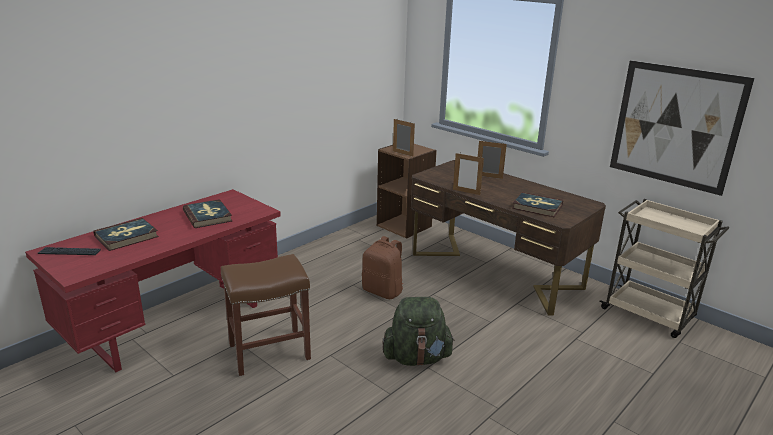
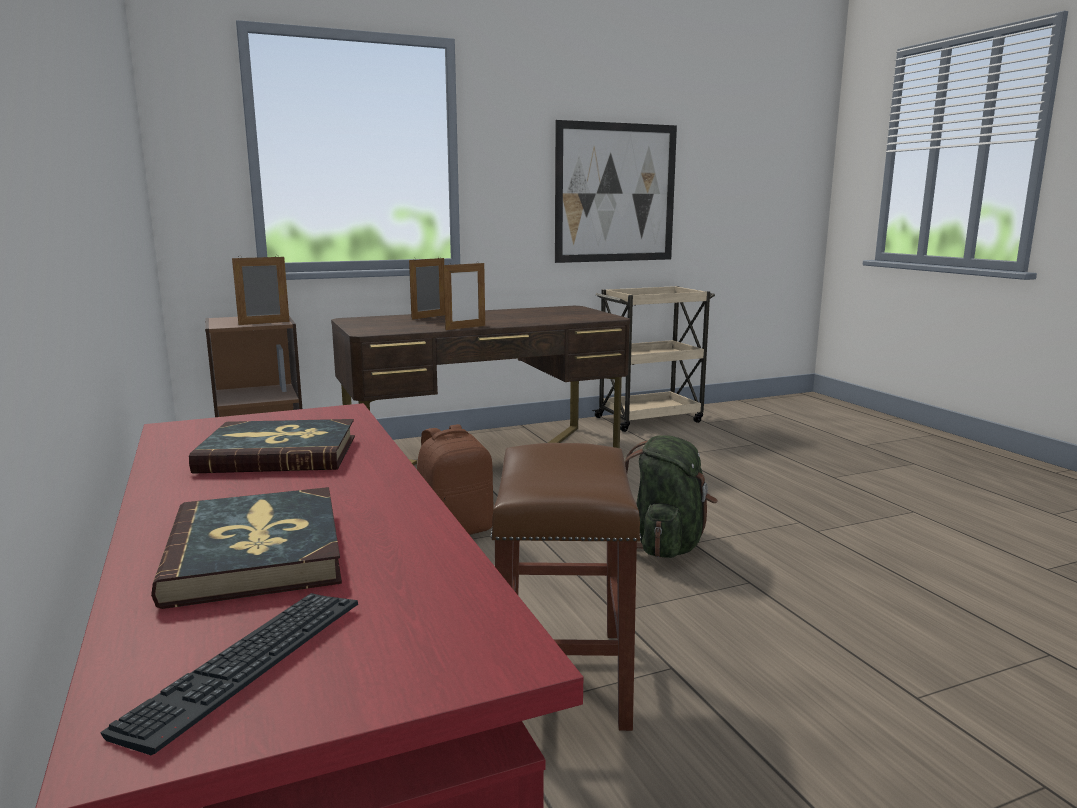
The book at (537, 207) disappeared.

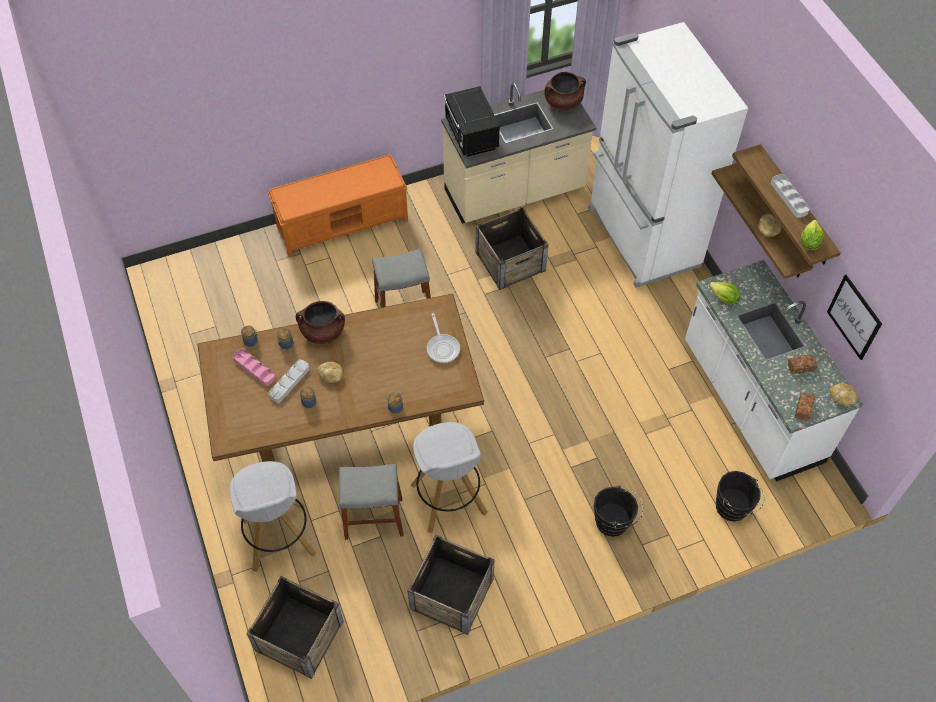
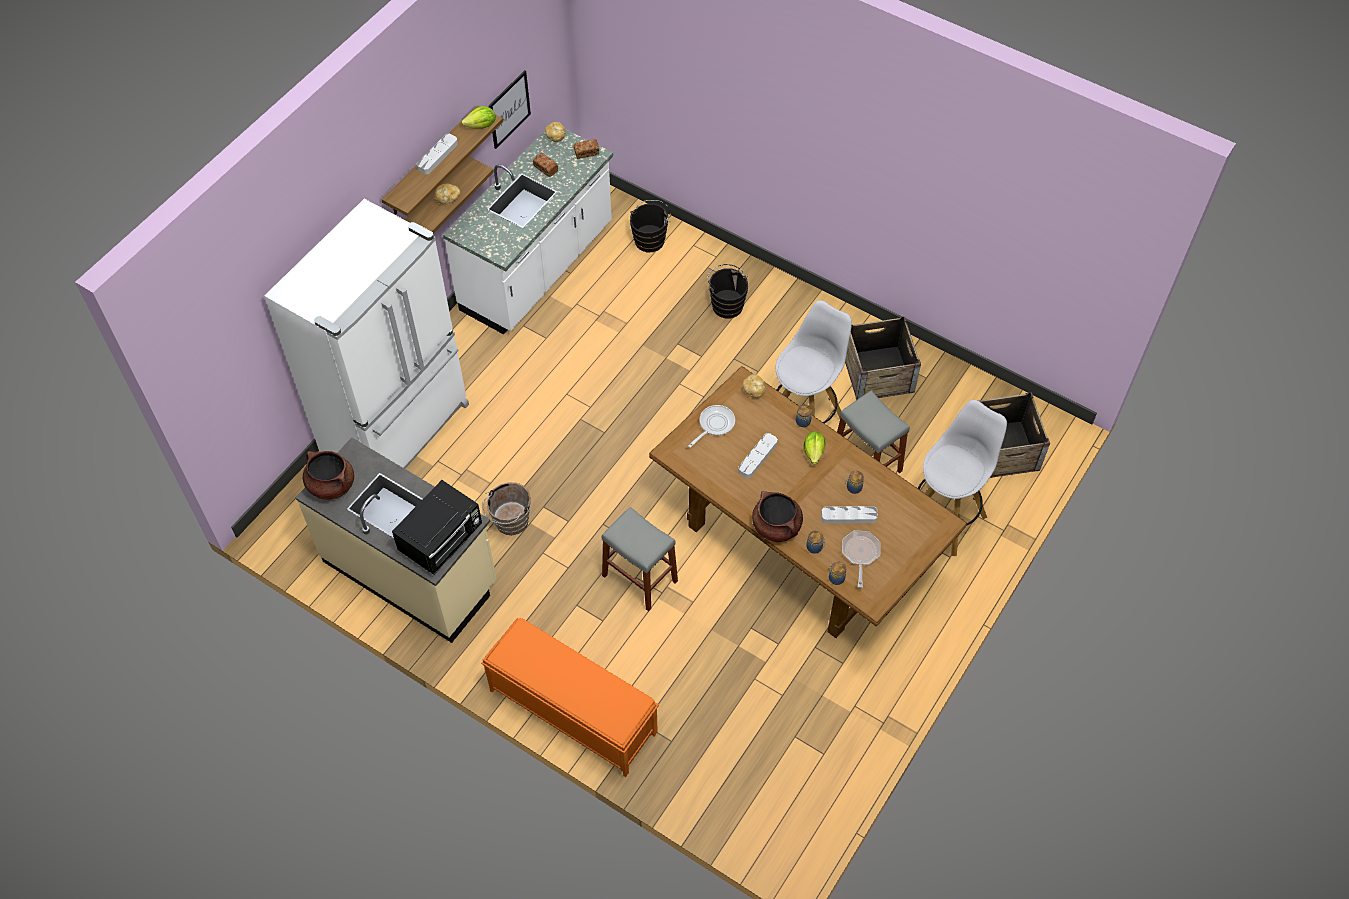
The tray (grey) at (757, 457) appeared.
The bread moved from (331, 375) to (754, 389).
The lettuce moved from (723, 298) to (814, 452).
The tray (pink) at (254, 368) was replaced by the frying pan at (860, 554).
The crate at (510, 261) was replaced by the bucket (brown) at (510, 523).

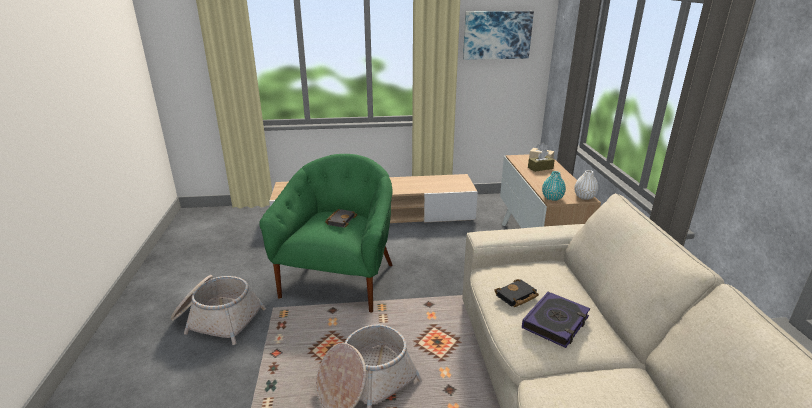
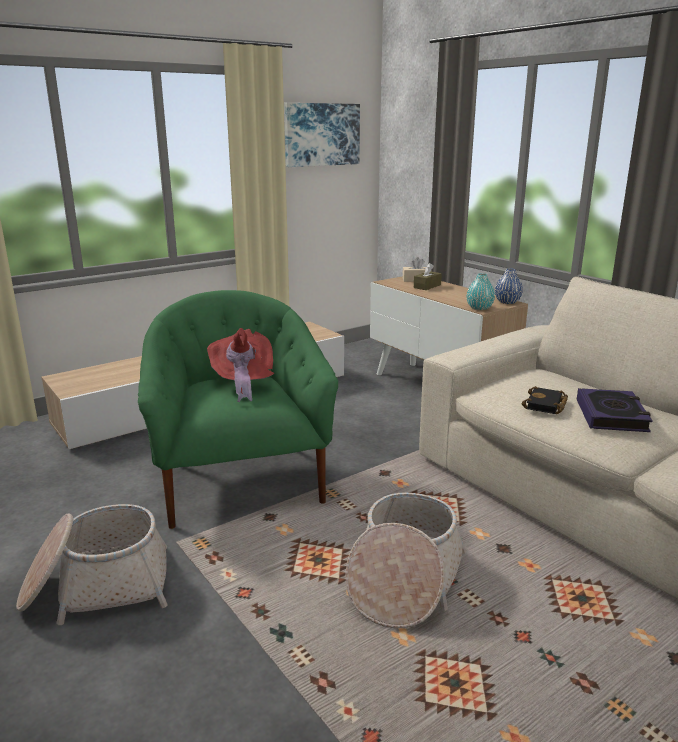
The book (black) at (340, 220) was replaced by the hat (red) at (243, 383).
The vase (white) at (584, 197) became the vase (blue) at (507, 302).

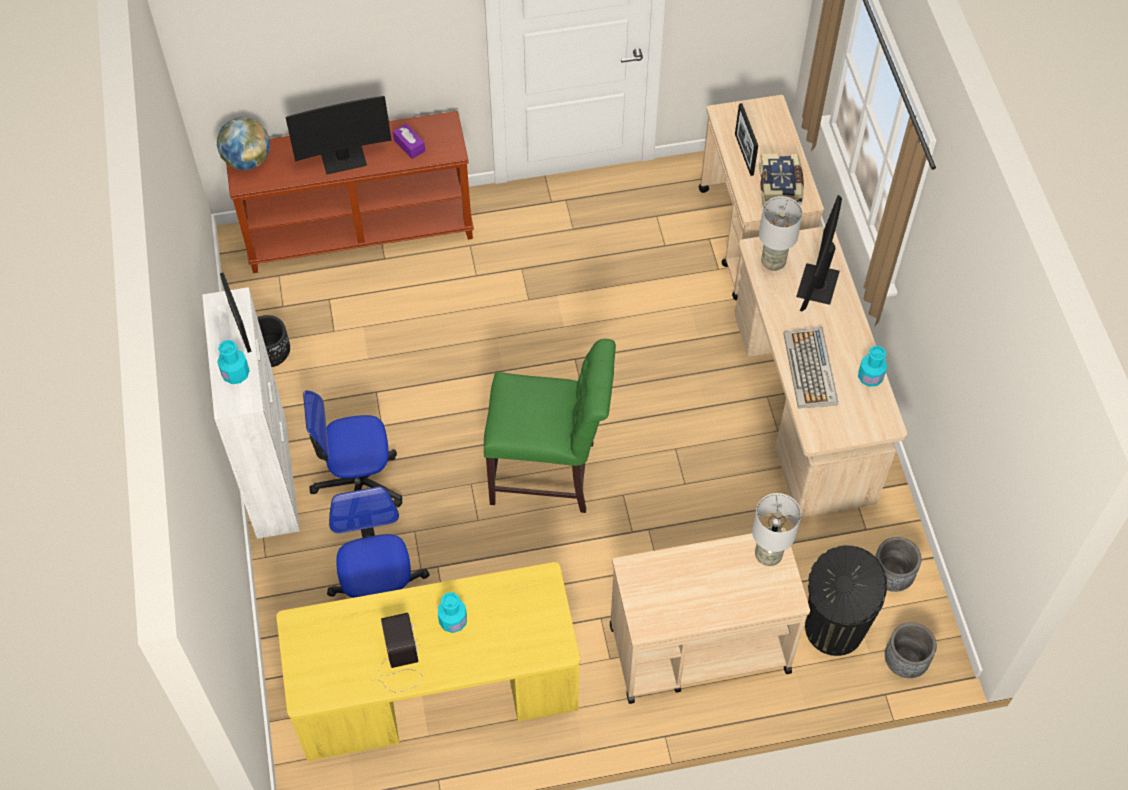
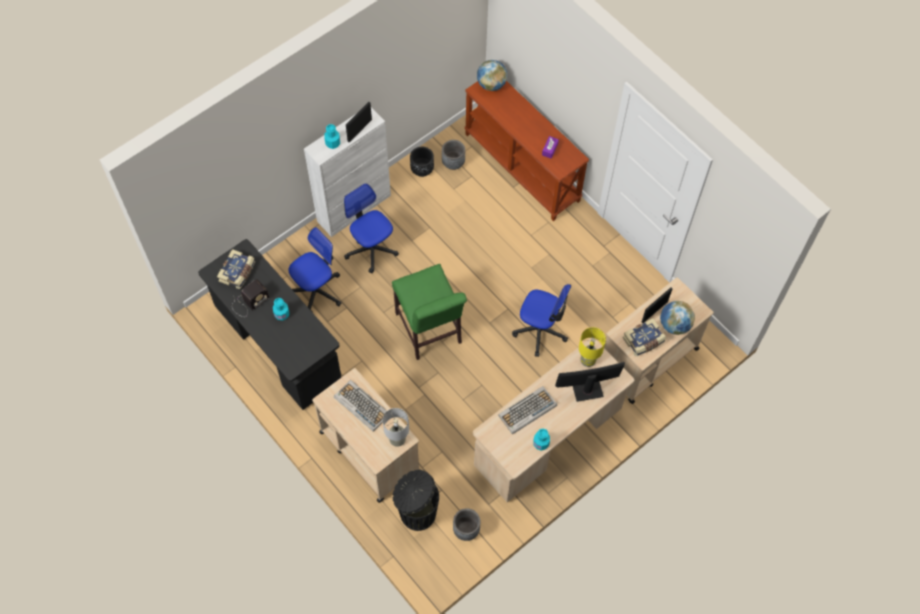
The monitor at (343, 158) disappeared.
The book at (238, 272) appeared.
The keyboard at (361, 405) appeared.
The office chair at (540, 330) appeared.
The globe at (674, 325) appeared.
The planter (grey) moved from (904, 662) to (453, 163).
The desk (yellow) at (437, 696) became the desk (black) at (277, 344).
The table lamp (grey) at (773, 262) became the table lamp (yellow) at (588, 360).

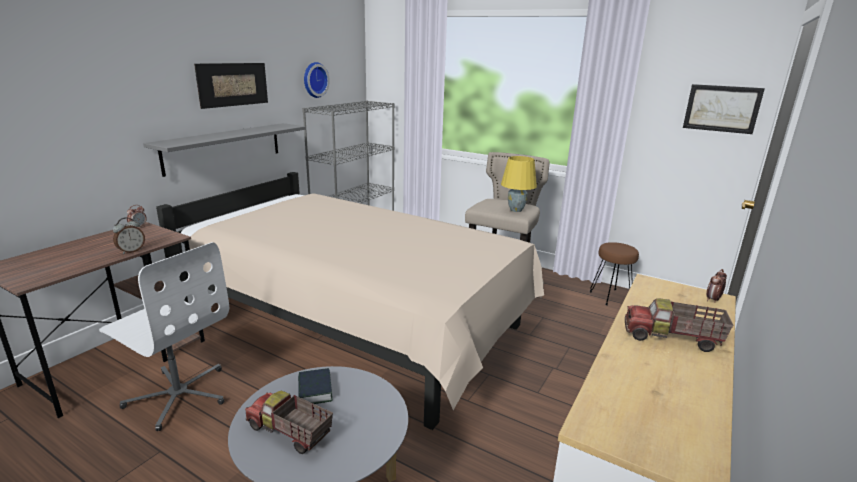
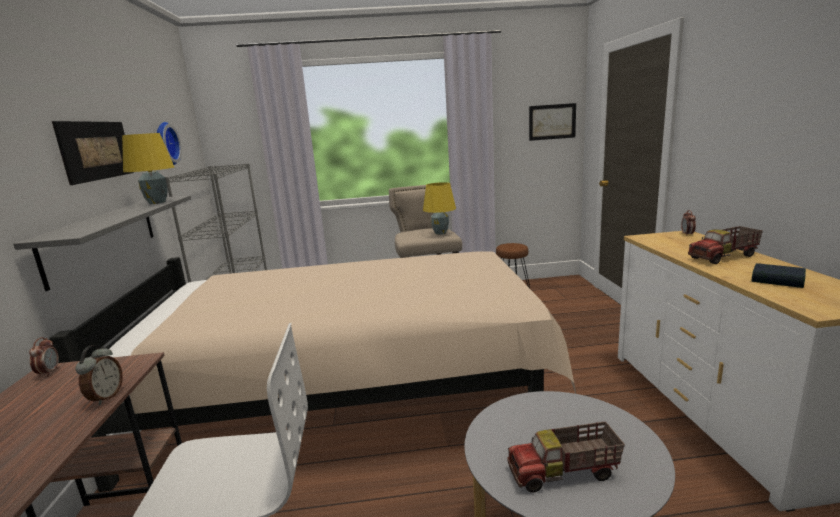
The table lamp (yellow) at (156, 202) appeared.
The book moved from (315, 391) to (777, 280).

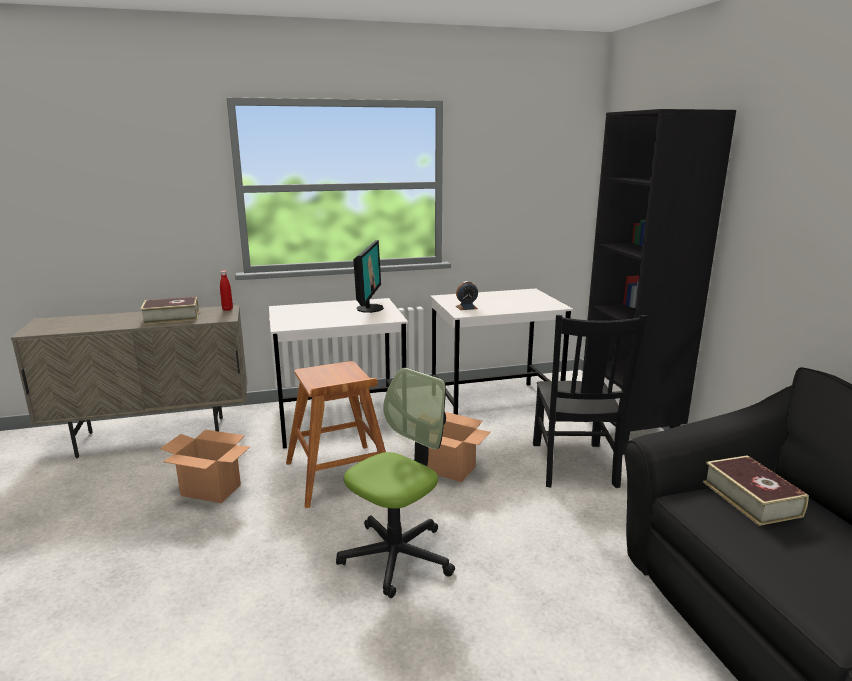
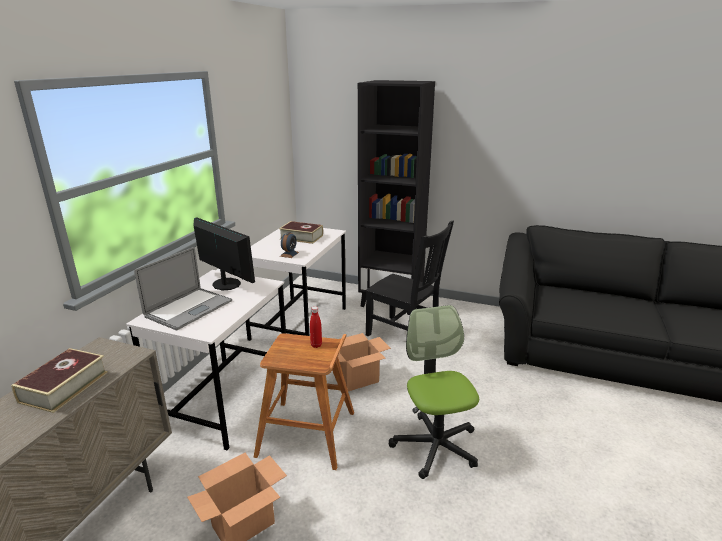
The laptop at (189, 308) appeared.
The bottle (red) moved from (227, 309) to (316, 345).
The book moved from (751, 498) to (301, 237).

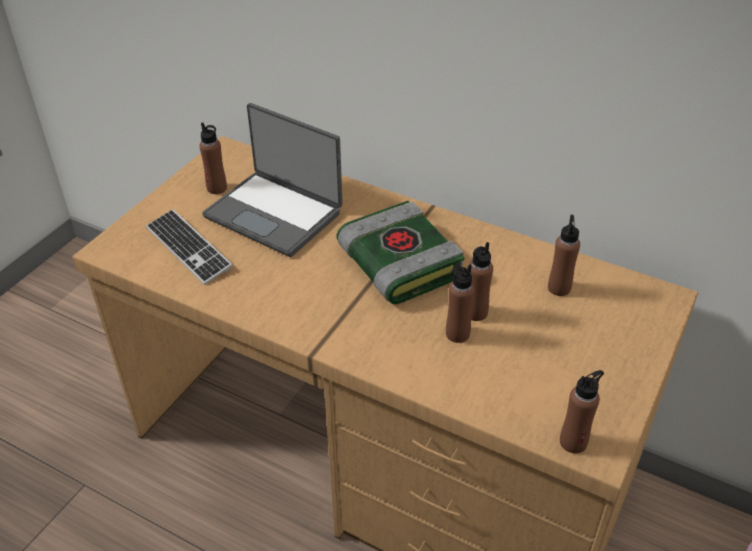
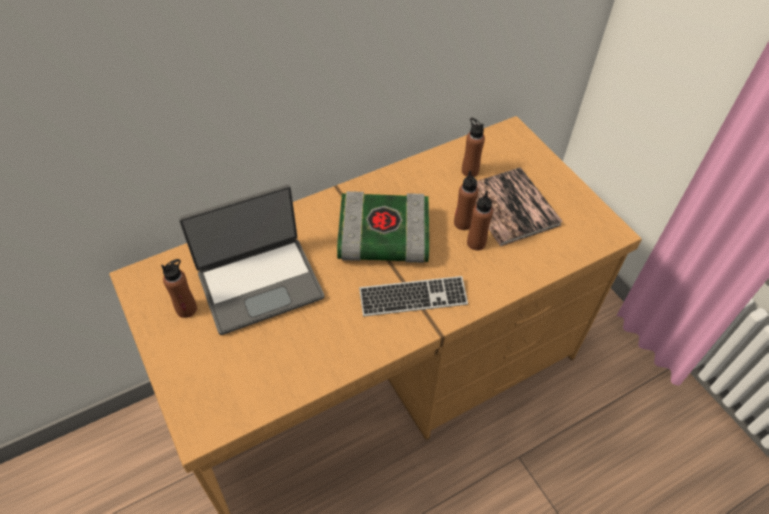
The bottle (brown) at (573, 442) disappeared.
The book at (509, 207) appeared.
The keyboard moved from (188, 248) to (413, 298).

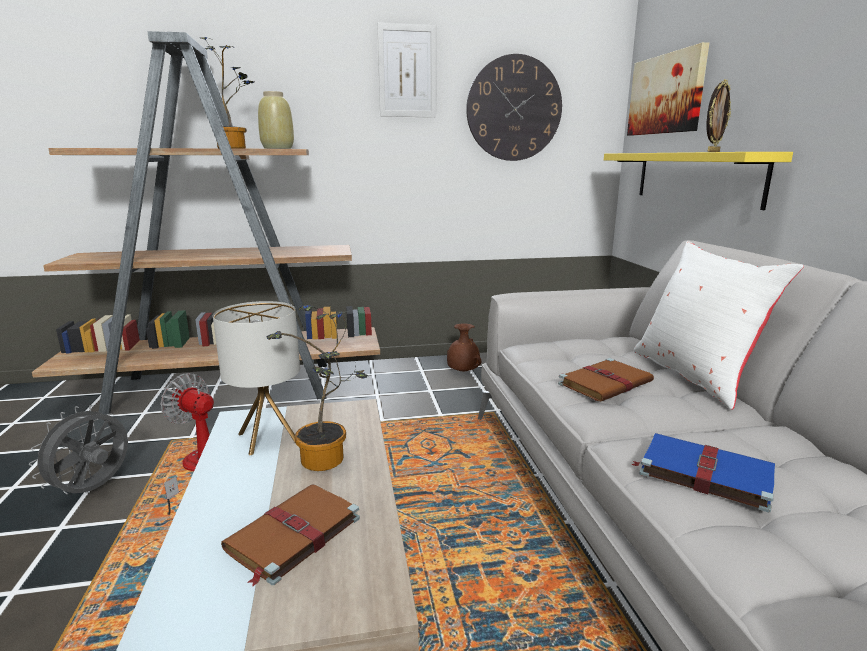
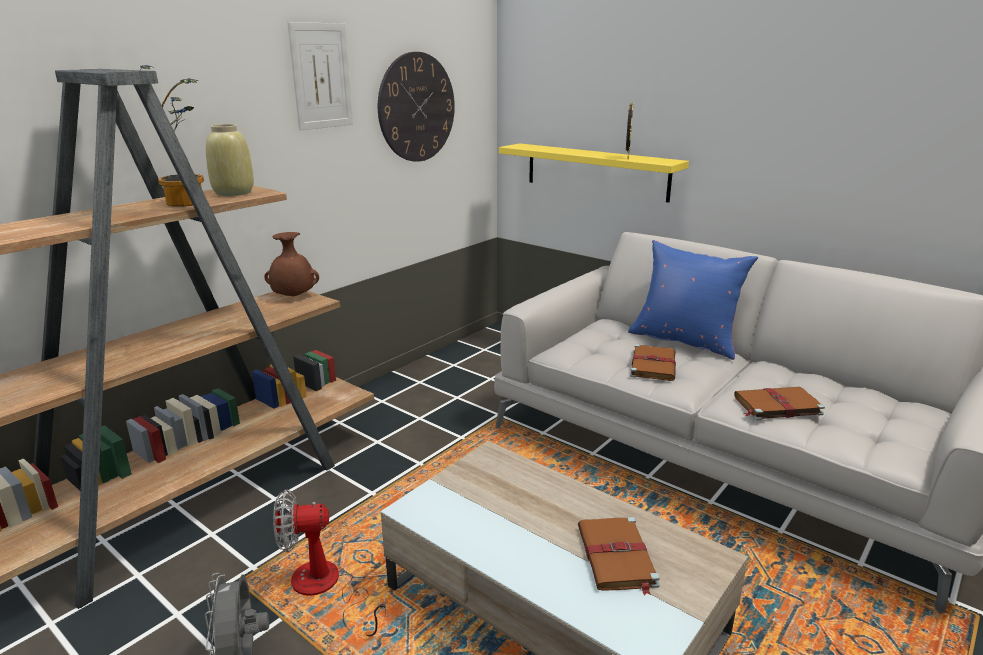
The table lamp at (268, 438) disappeared.
The potted plant at (327, 462) disappeared.
The picture at (666, 94) disappeared.
The vase (brown) moved from (462, 371) to (293, 296).
The book (blue) at (703, 472) became the book (brown) at (776, 405).
The pillow (white) at (695, 376) became the pillow (blue) at (685, 340).

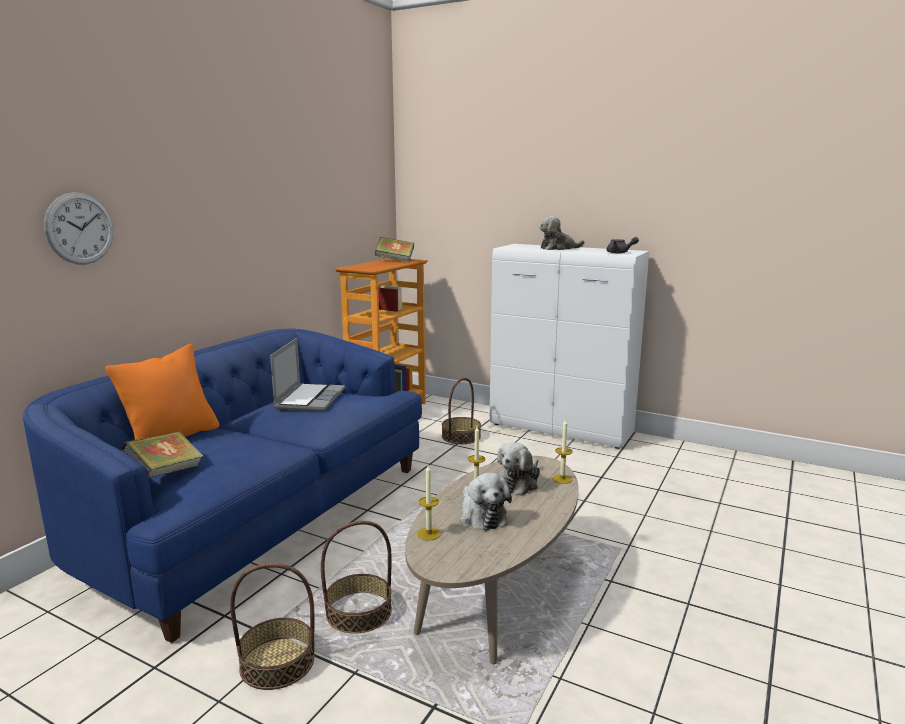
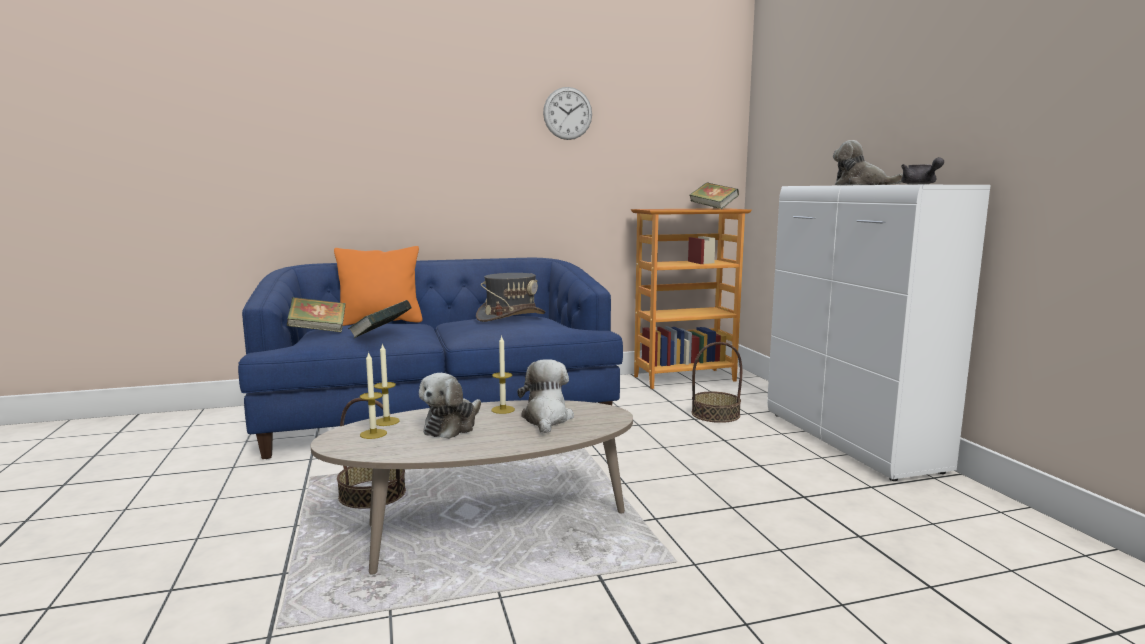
The basket at (277, 663) disappeared.
The book at (381, 336) appeared.
The wall clock moved from (80, 228) to (567, 113).
The candle moved from (562, 479) to (373, 434).
The laptop at (309, 398) was replaced by the hat (grey) at (510, 317).
The plush toy at (519, 482) turned 105 degrees clockwise.

